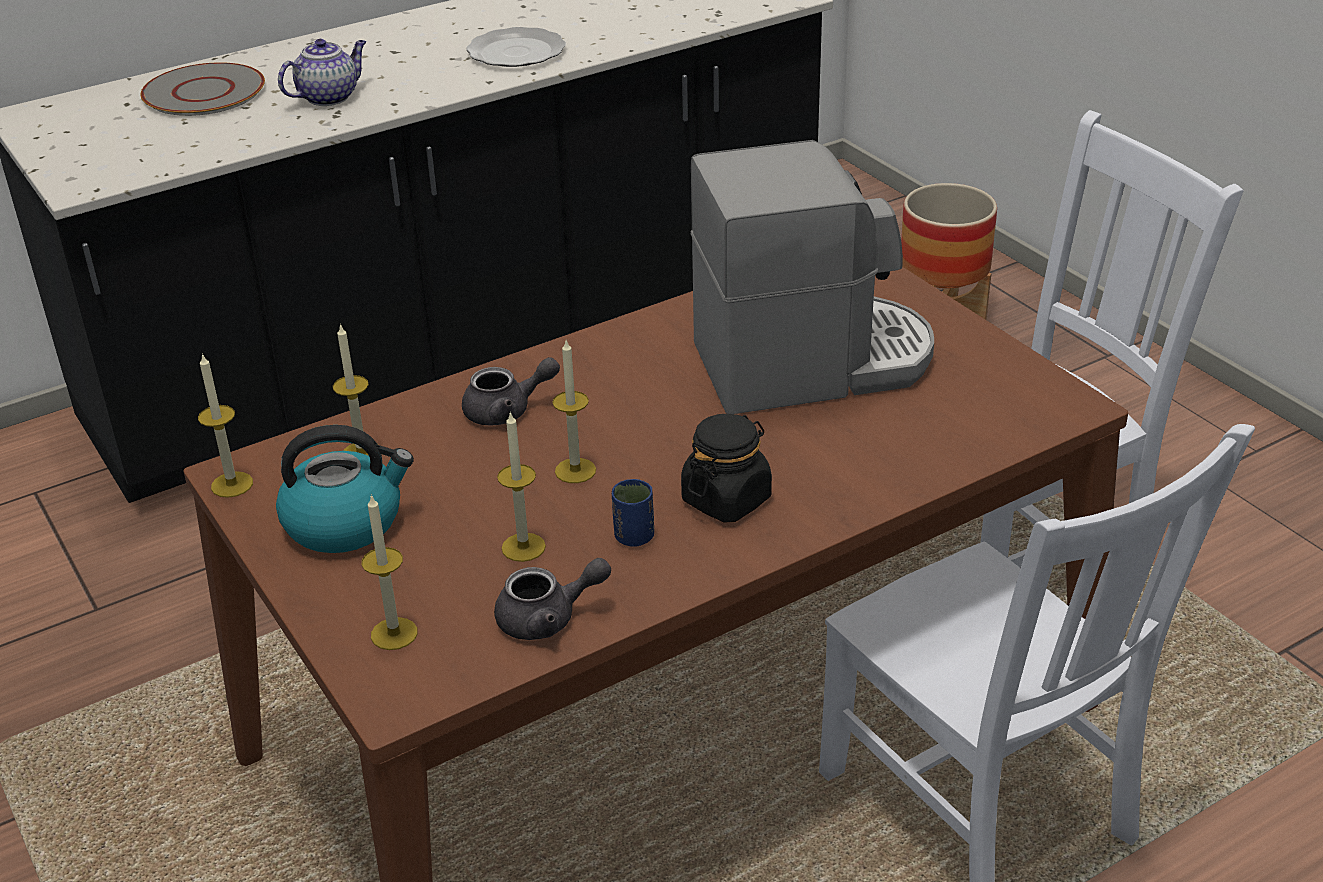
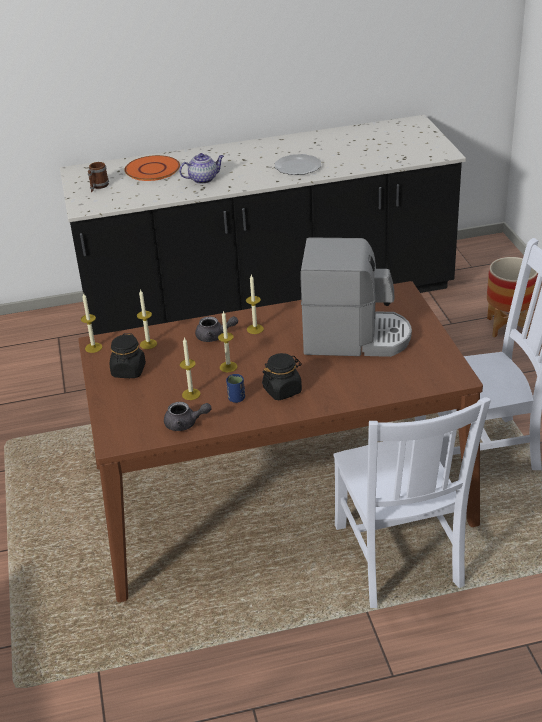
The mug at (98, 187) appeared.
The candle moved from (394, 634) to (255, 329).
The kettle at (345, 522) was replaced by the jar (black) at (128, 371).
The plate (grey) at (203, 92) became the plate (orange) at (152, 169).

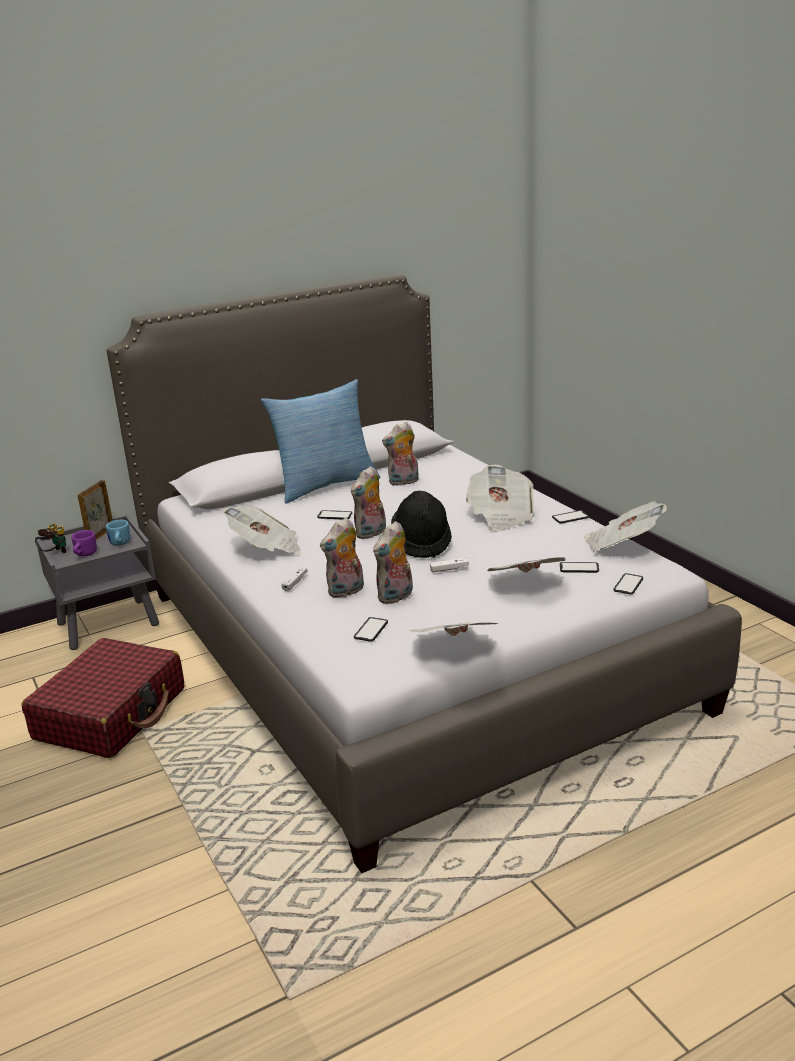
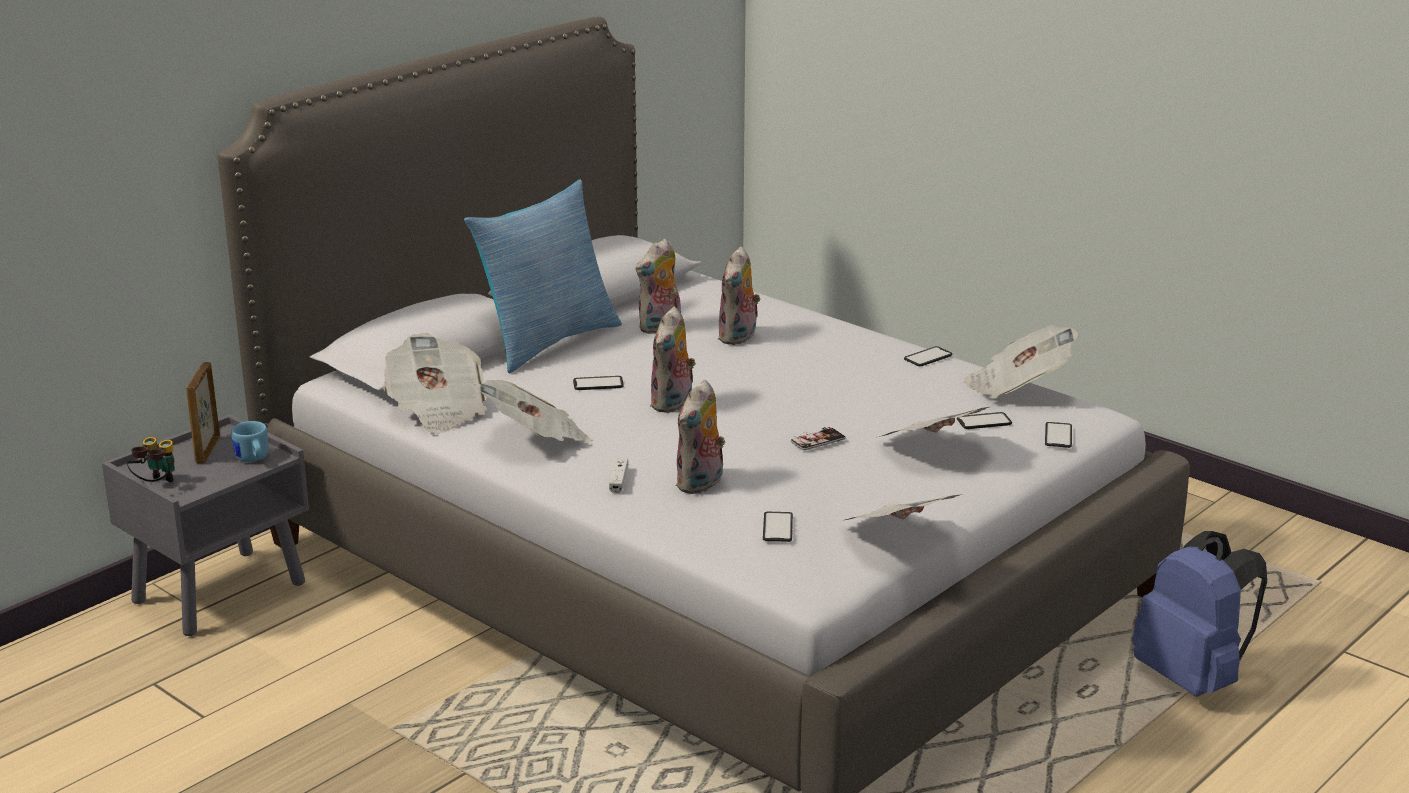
The suitcase (red) at (111, 714) disappeared.
The mug (purple) at (84, 555) disappeared.
The hat (black) at (422, 542) disappeared.
The backpack (blue) at (1193, 678) appeared.
The plush toy moved from (396, 597) to (739, 337).
The newspaper moved from (500, 516) to (437, 410).
The game controller (white) at (449, 569) was replaced by the phone at (818, 440).

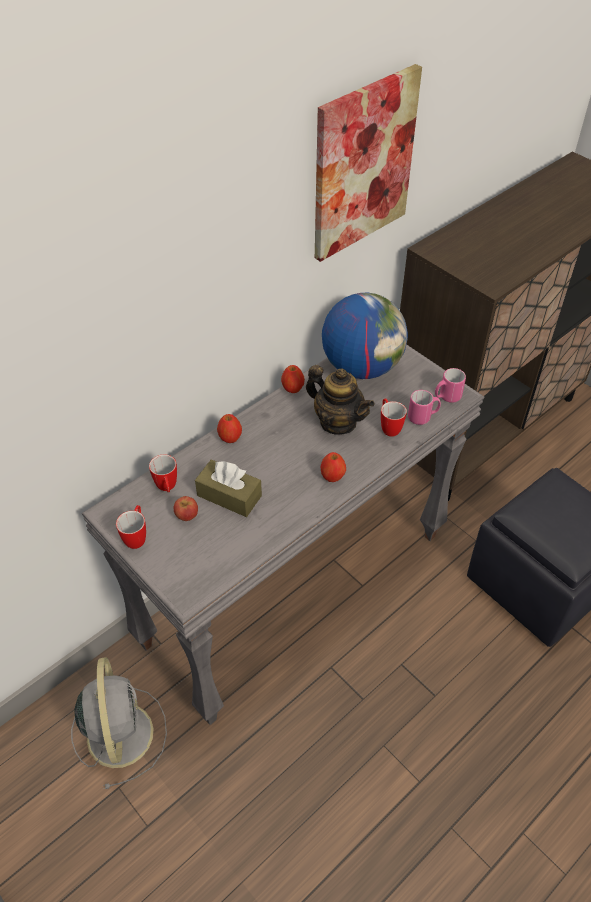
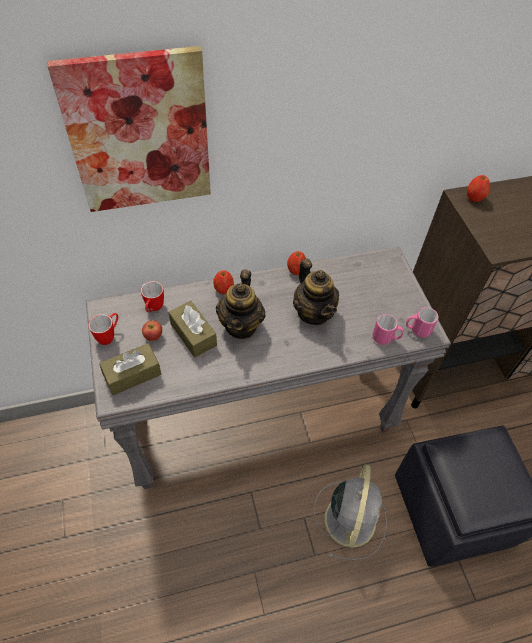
The globe at (361, 367) disappeared.
The mug at (389, 427) disappeared.
The tissue box (brown) at (132, 374) appeared.
The teapot at (241, 325) appeared.
The fan (grey) moved from (120, 732) to (350, 518).
The picture moved from (362, 164) to (139, 134).
The apple moved from (332, 476) to (474, 198).

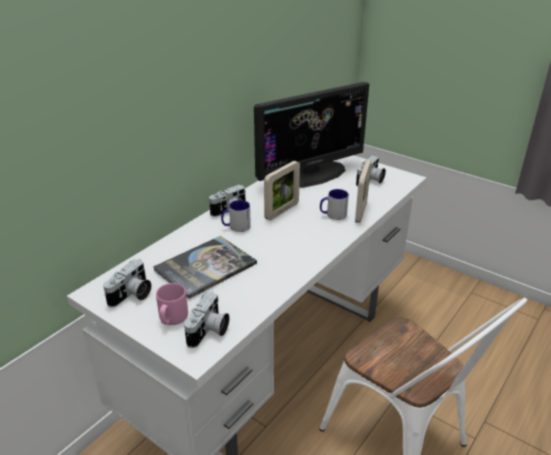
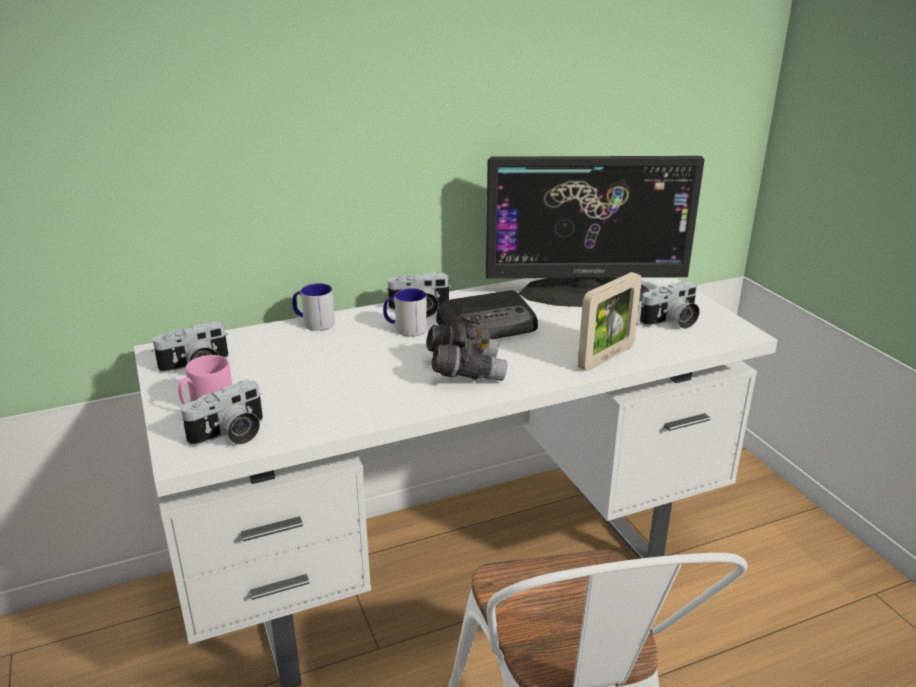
The book at (205, 267) disappeared.
The binoculars (grey) at (464, 370) appeared.
The mug moved from (333, 215) to (313, 323).
The picture frame at (282, 211) was replaced by the radio at (489, 326).

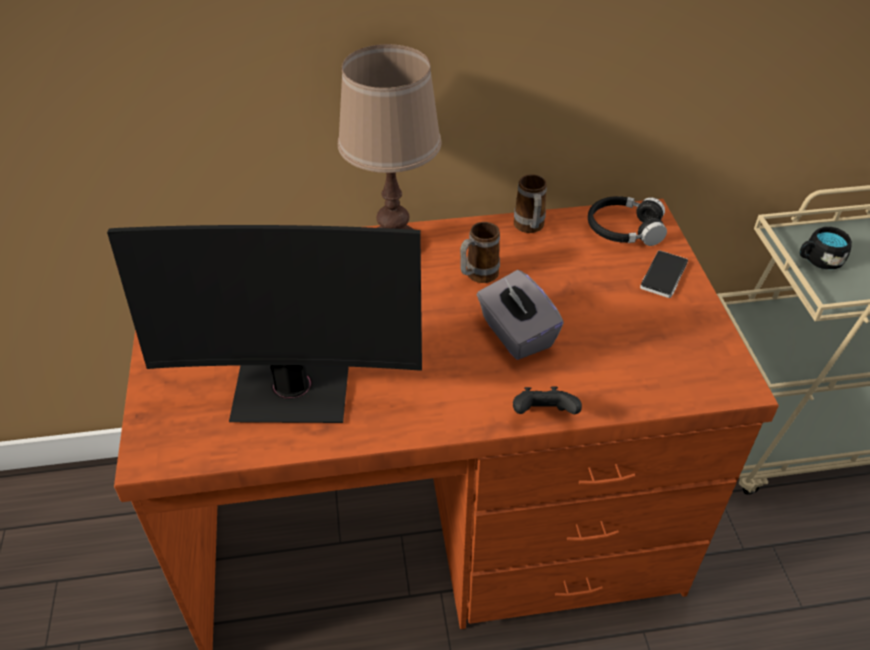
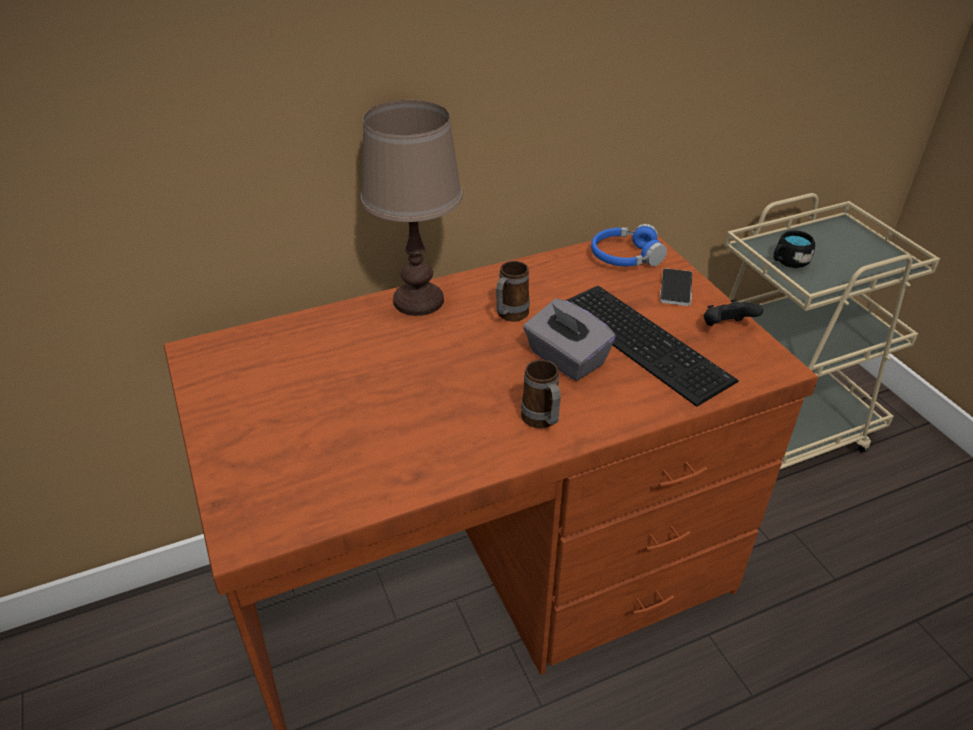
The monitor at (292, 390) disappeared.
The keyboard at (644, 339) appeared.
The game controller (black) moved from (543, 415) to (726, 327).
The mug moved from (529, 228) to (542, 422).
The headphones (black) at (624, 229) became the headphones (blue) at (625, 257).

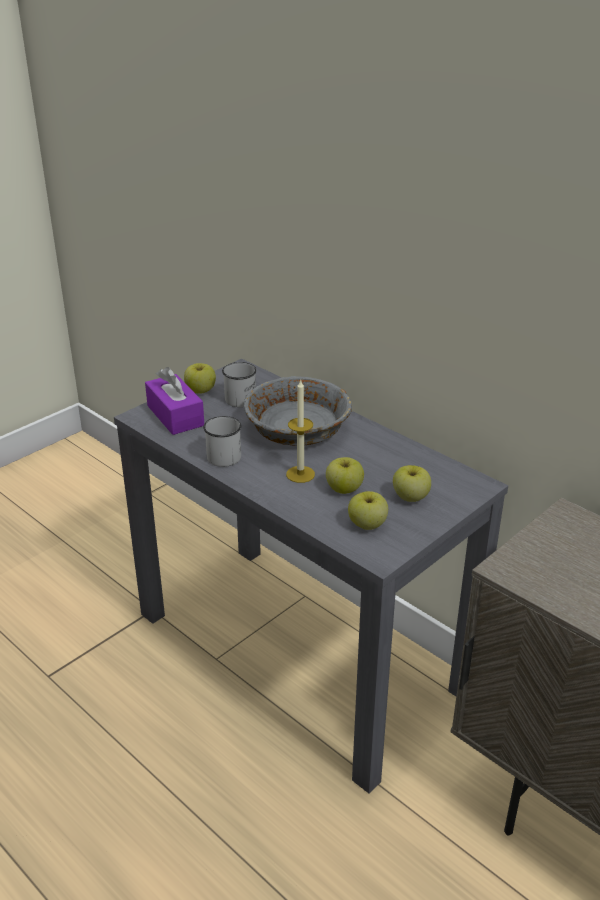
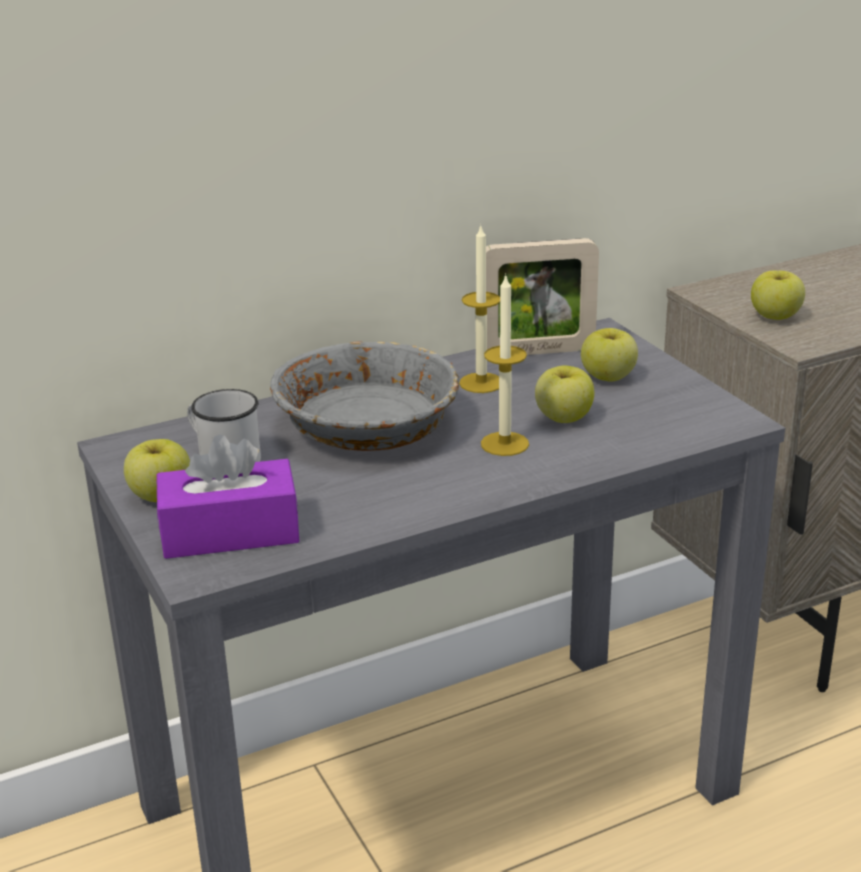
The mug (white) at (221, 454) disappeared.
The candle at (481, 383) appeared.
The picture frame at (538, 351) appeared.
The apple moved from (367, 525) to (775, 317).

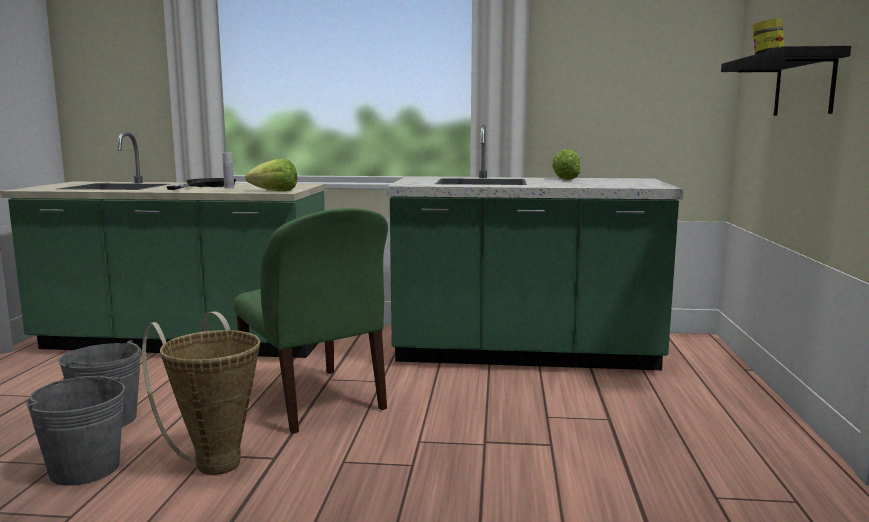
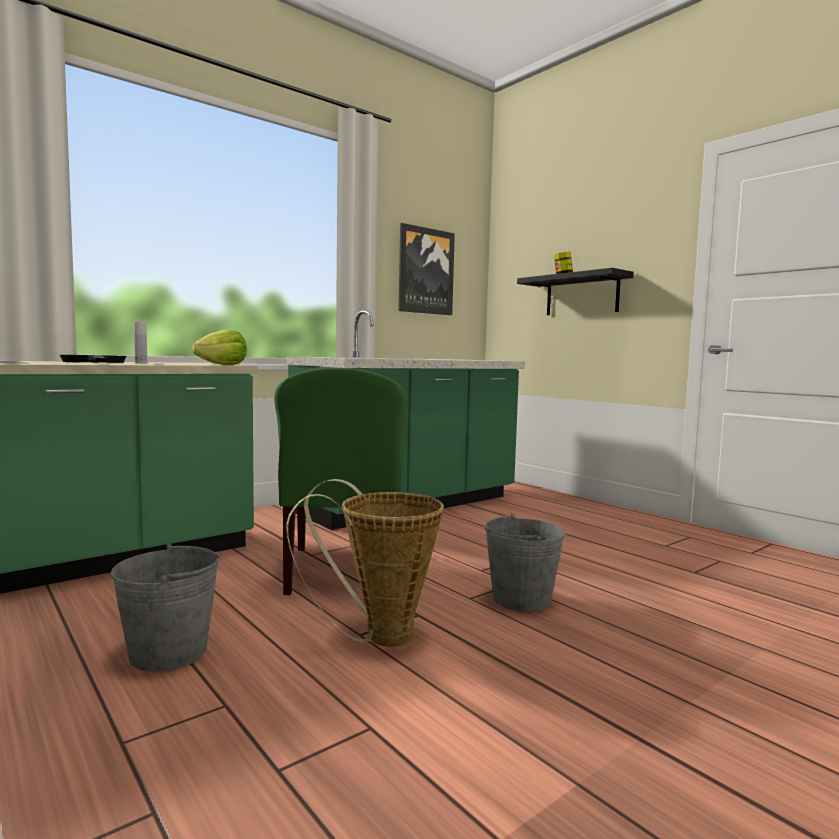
The lettuce at (566, 179) disappeared.
The picture at (425, 271) appeared.
The bucket (grey) moved from (84, 469) to (521, 599).
The chair (green) at (314, 401) turned 75 degrees clockwise.

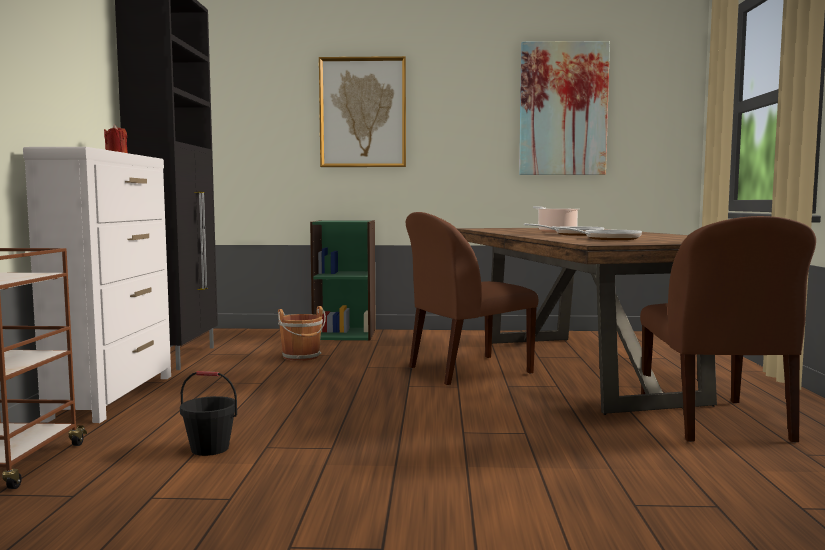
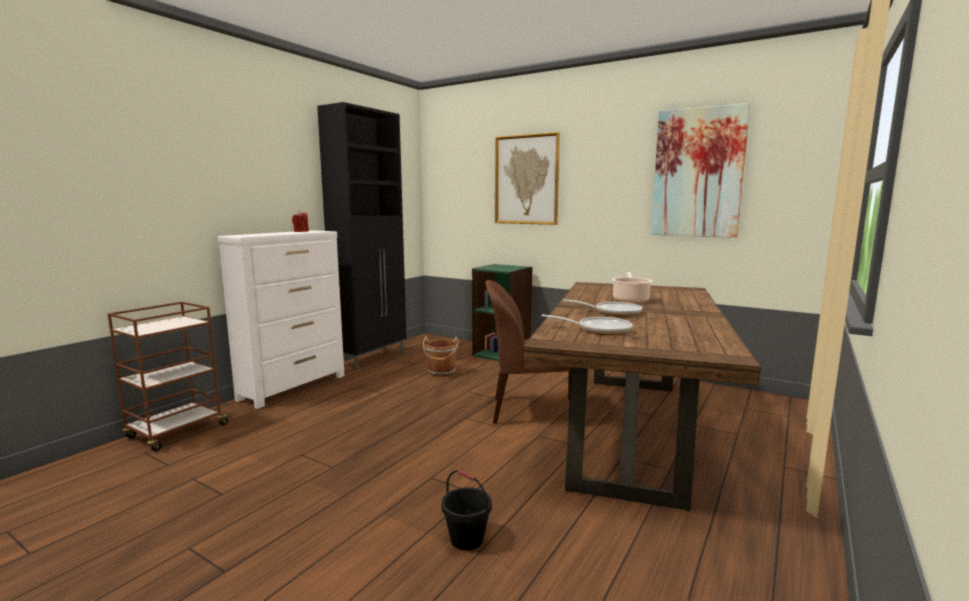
The chair (brown) at (715, 421) disappeared.
The bucket (black) moved from (210, 448) to (467, 539).

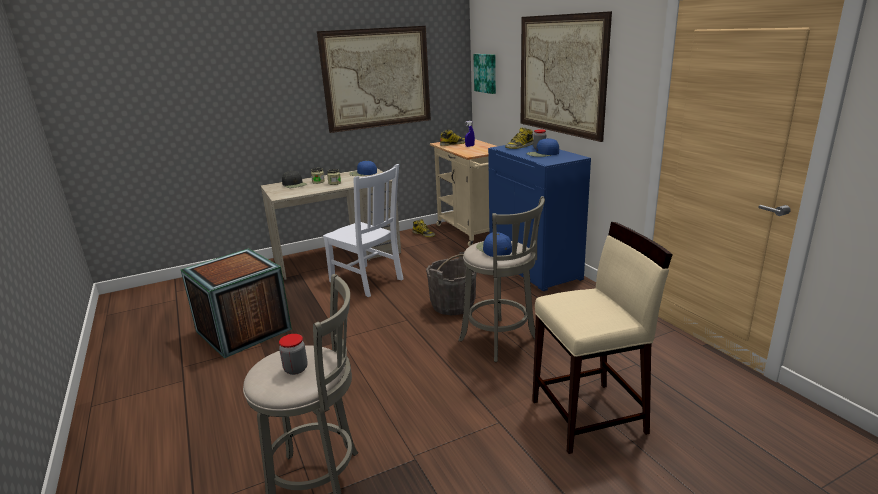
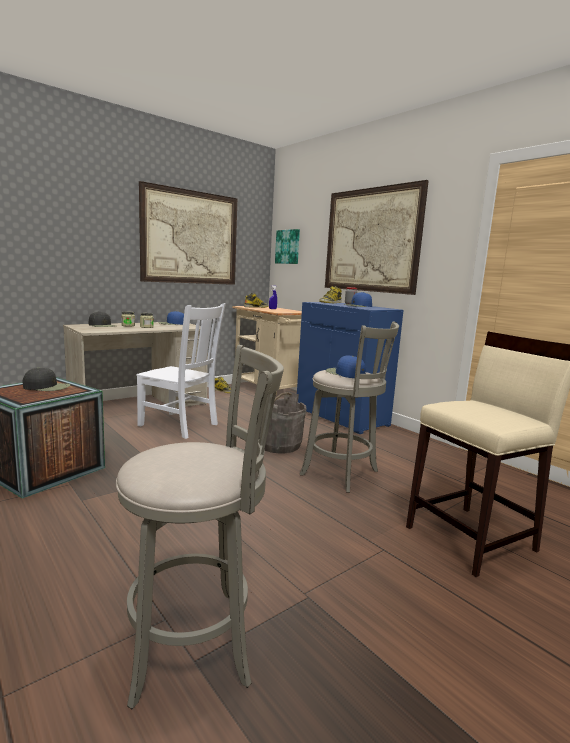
The jar at (296, 369) disappeared.
The cap (black) at (47, 387) appeared.

